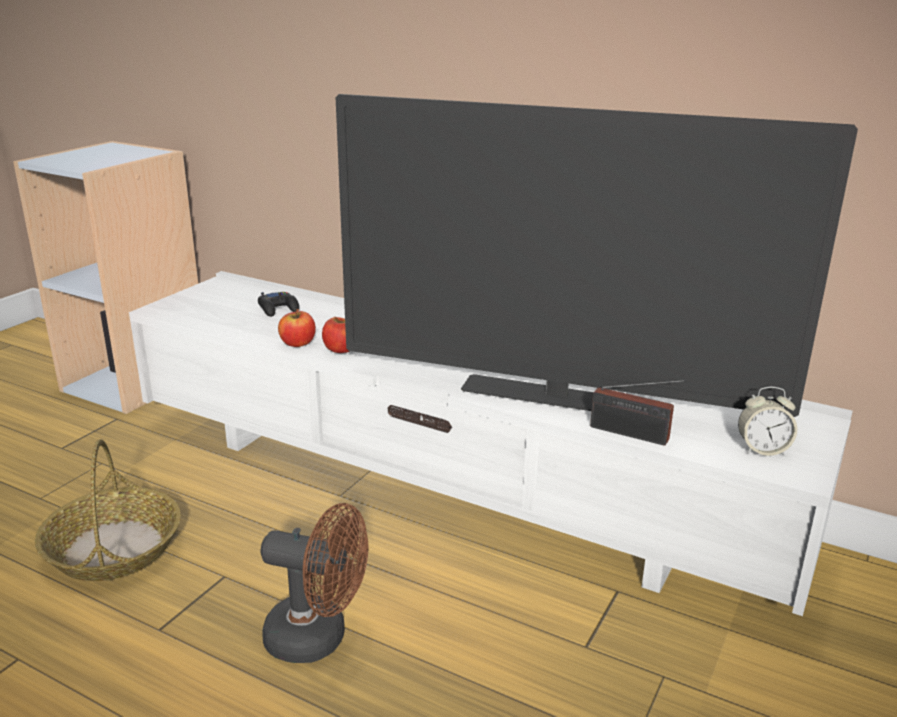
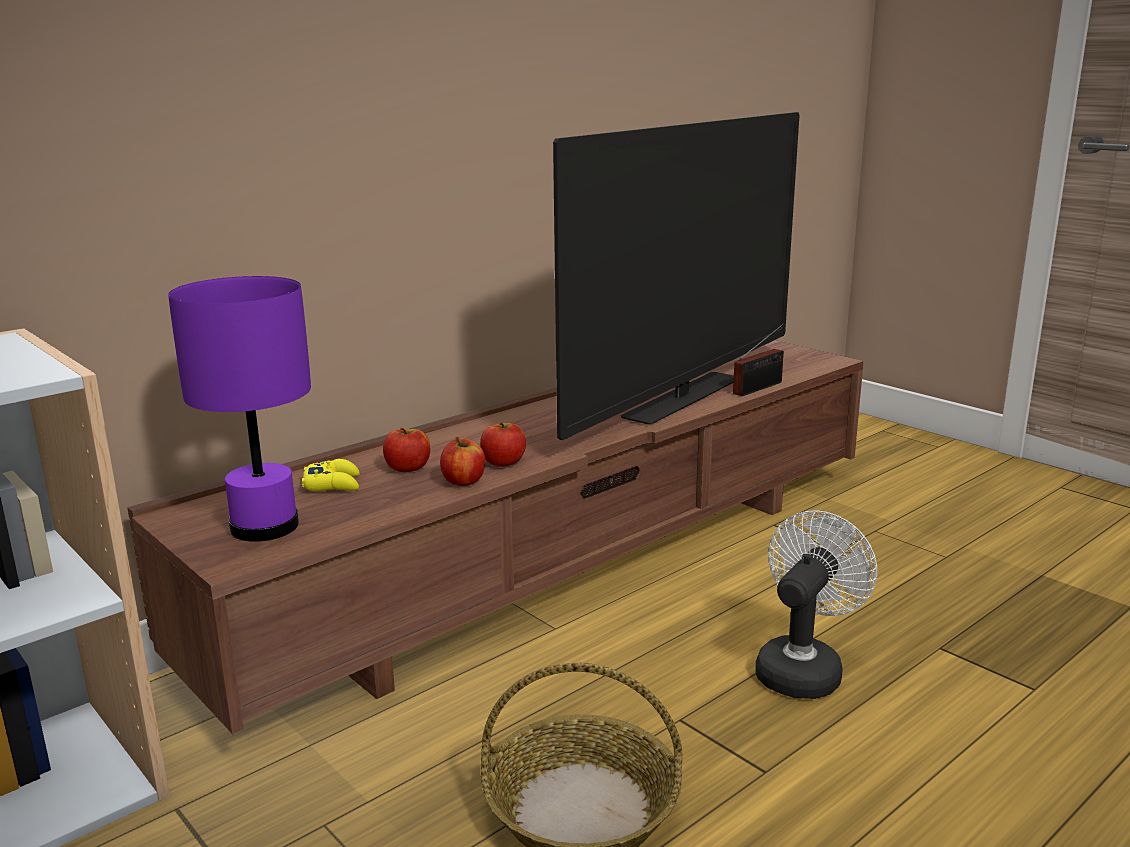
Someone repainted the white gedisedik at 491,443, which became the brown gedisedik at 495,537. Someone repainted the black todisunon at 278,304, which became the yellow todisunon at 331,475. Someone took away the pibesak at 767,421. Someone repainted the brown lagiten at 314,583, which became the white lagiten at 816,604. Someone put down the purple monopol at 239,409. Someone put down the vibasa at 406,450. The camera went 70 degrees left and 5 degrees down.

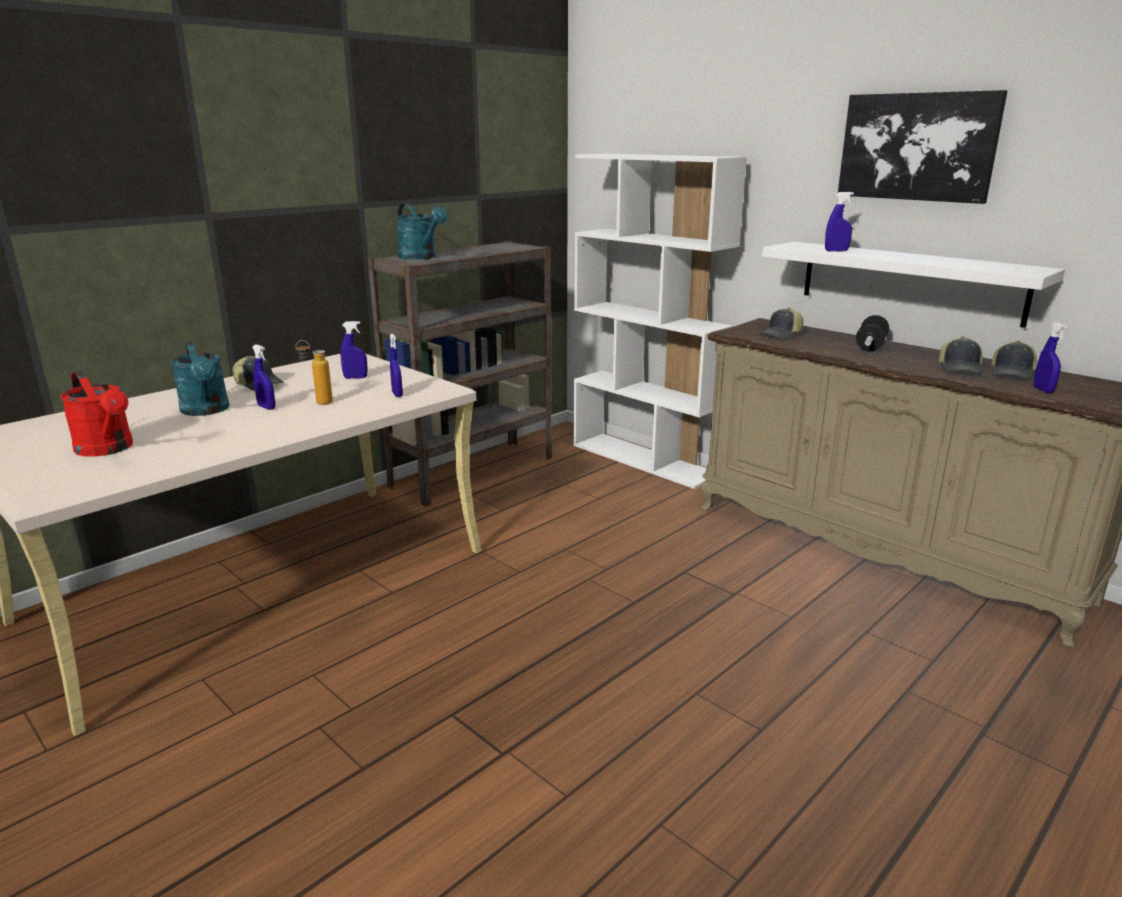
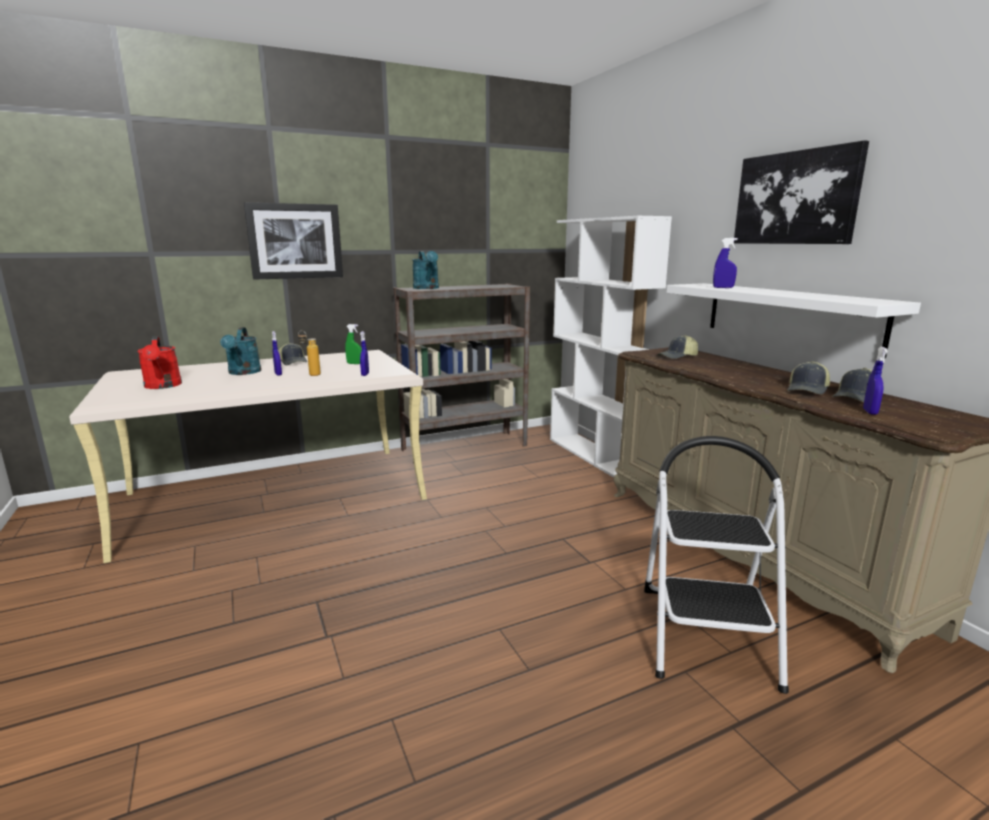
Someone took away the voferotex at 872,333. Someone repainted the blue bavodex at 354,350, which became the green bavodex at 353,344. Someone put up the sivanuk at 293,241. Someone put down the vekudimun at 716,565. The camera went 20 degrees right and 5 degrees down.

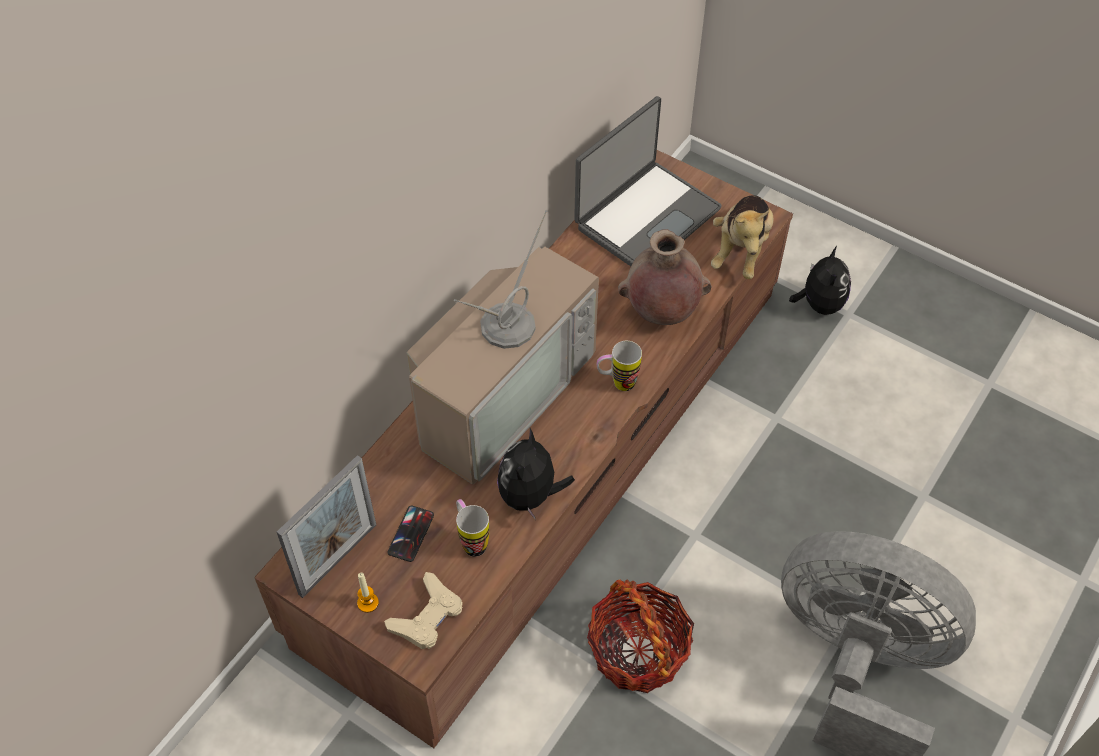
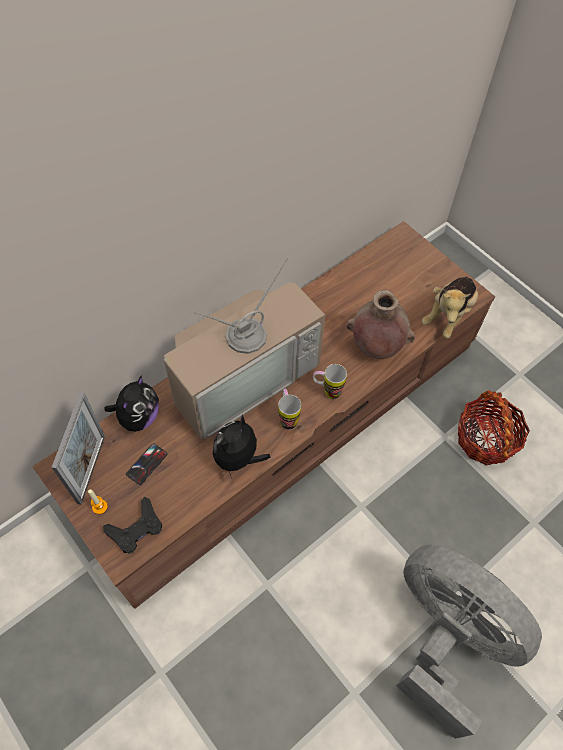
Someone took away the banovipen at 648,181. Someone carried the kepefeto from 820,280 to 131,403. Someone rotated the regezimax at 326,526 by 45 degrees counterclockwise. Someone carried the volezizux from 472,528 to 289,409. Someone repainted the beige todisunon at 423,610, which became the black todisunon at 132,525. Someone carried the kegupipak from 640,636 to 494,427. The camera went 15 degrees right and 5 degrees up.

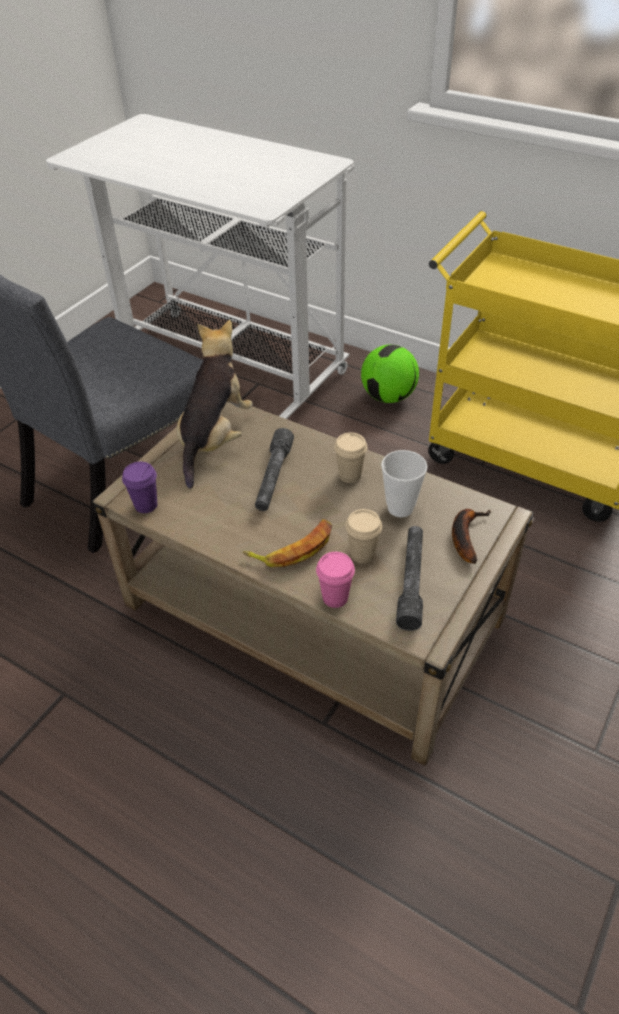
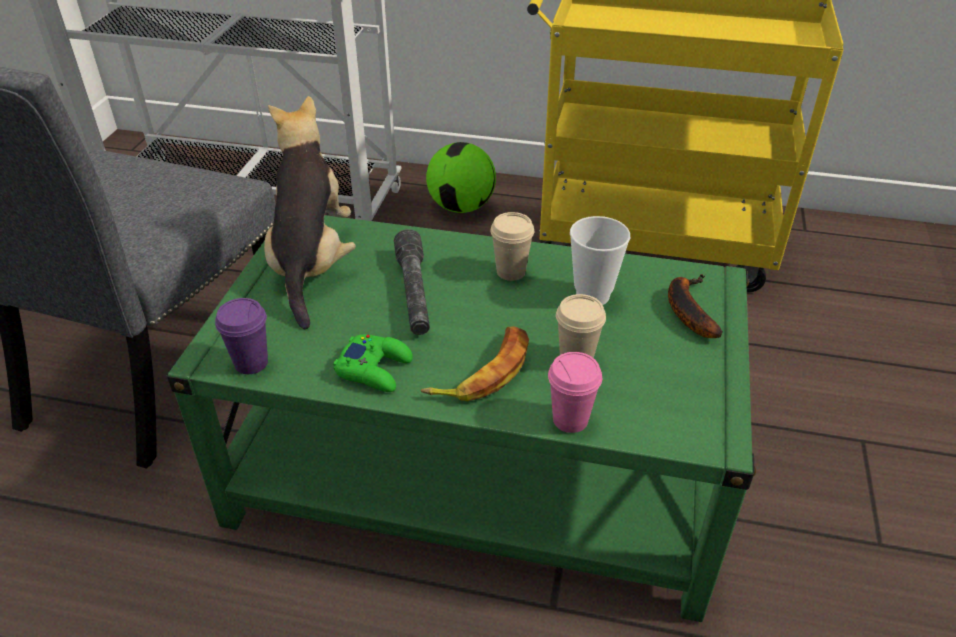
Someone repainted the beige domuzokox at 312,584, which became the green domuzokox at 461,418. Someone took away the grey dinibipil at 409,578. Someone put down the green todisunon at 373,363. The camera went 20 degrees left and 5 degrees down.

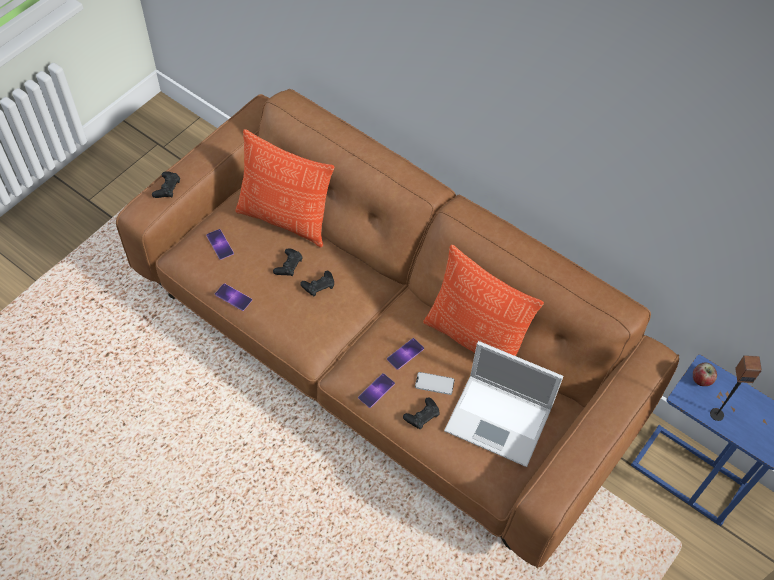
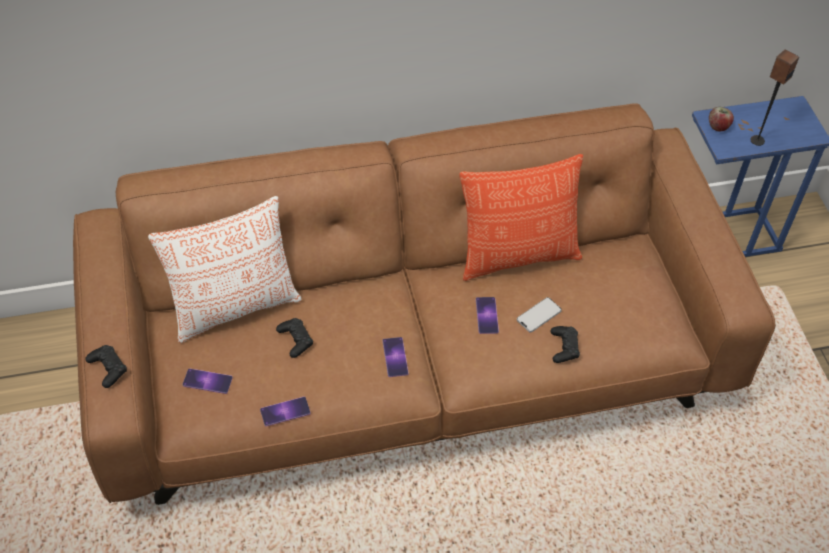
Someone repainted the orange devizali at 284,188, which became the white devizali at 224,269. Someone took away the black todisunon at 317,284. Someone took away the banovipen at 504,404. Someone carried the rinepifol from 376,390 to 395,357. The camera went 50 degrees left and 5 degrees down.

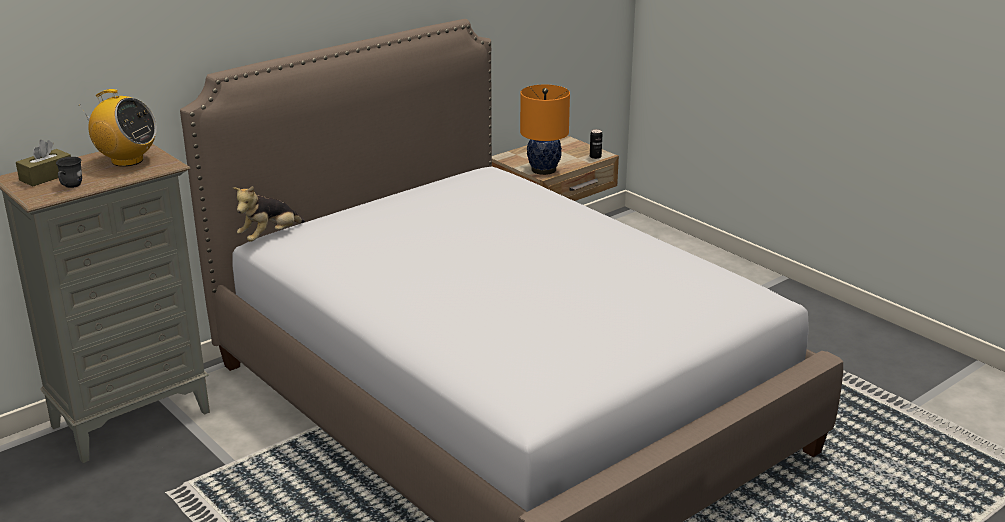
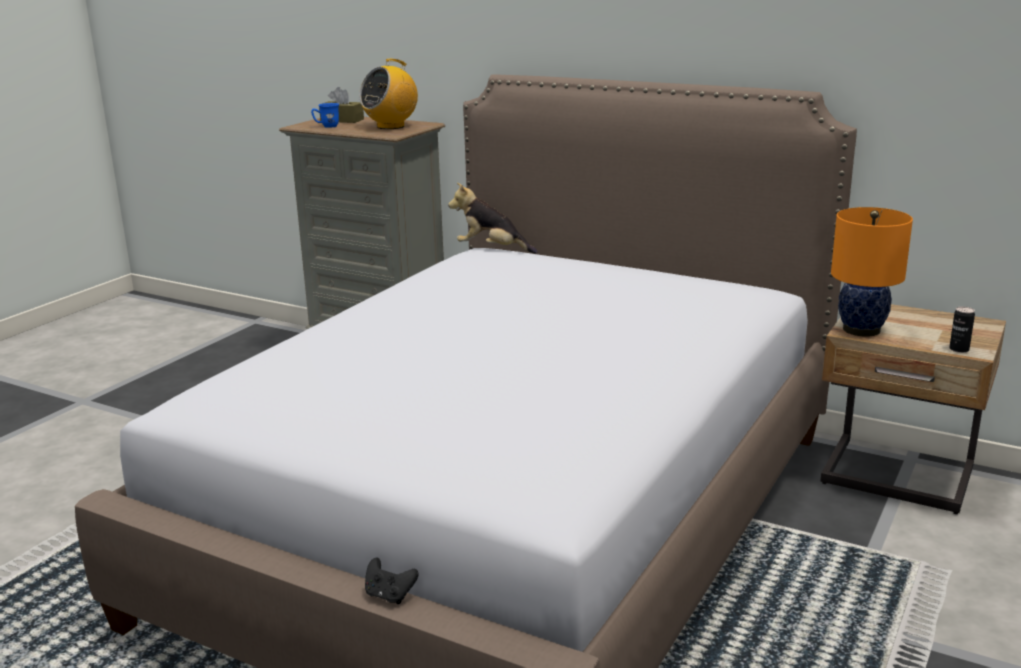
Someone rotated the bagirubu at 118,128 by 45 degrees clockwise. Someone repainted the grey volezizux at 69,172, which became the blue volezizux at 325,115. Someone put down the black todisunon at 392,580. The camera went 70 degrees right and 5 degrees down.

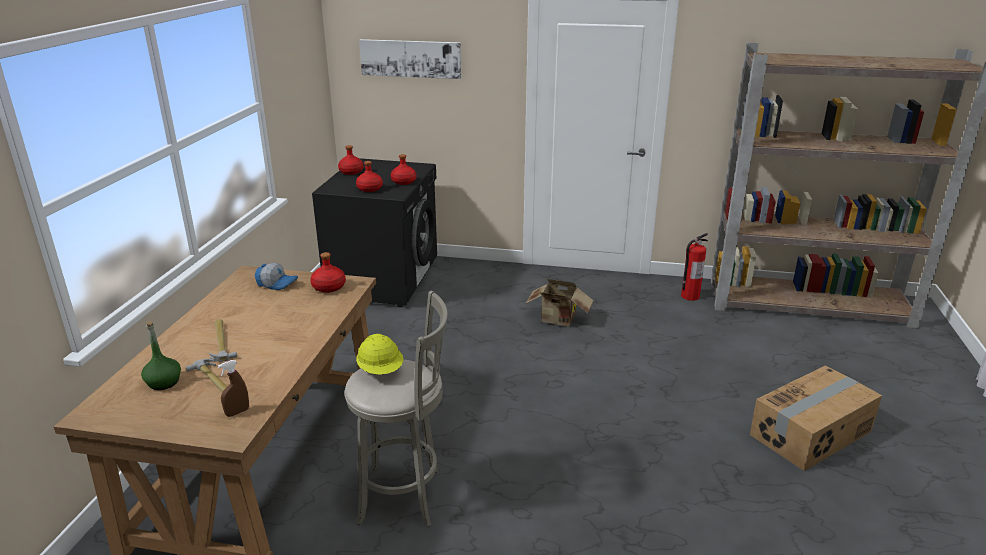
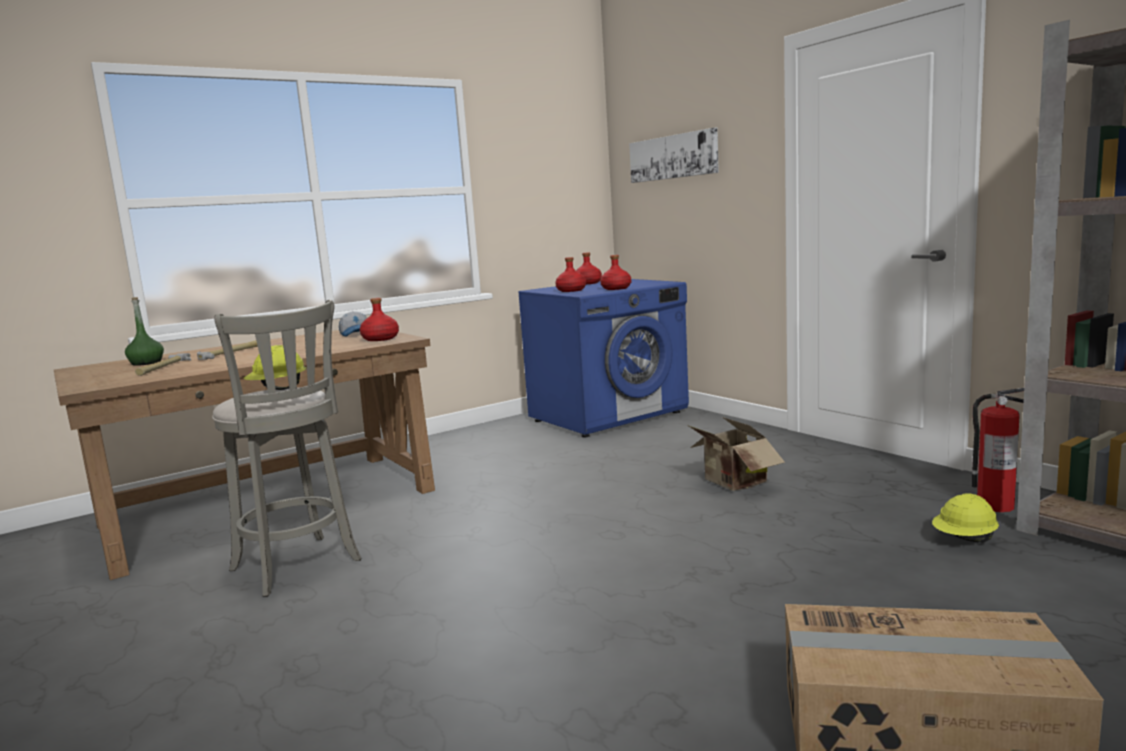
Someone repainted the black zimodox at 374,232, which became the blue zimodox at 604,358. Someone took away the brown bavodex at 233,388. Someone put down the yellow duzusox at 965,517. The camera went 45 degrees right and 15 degrees down.

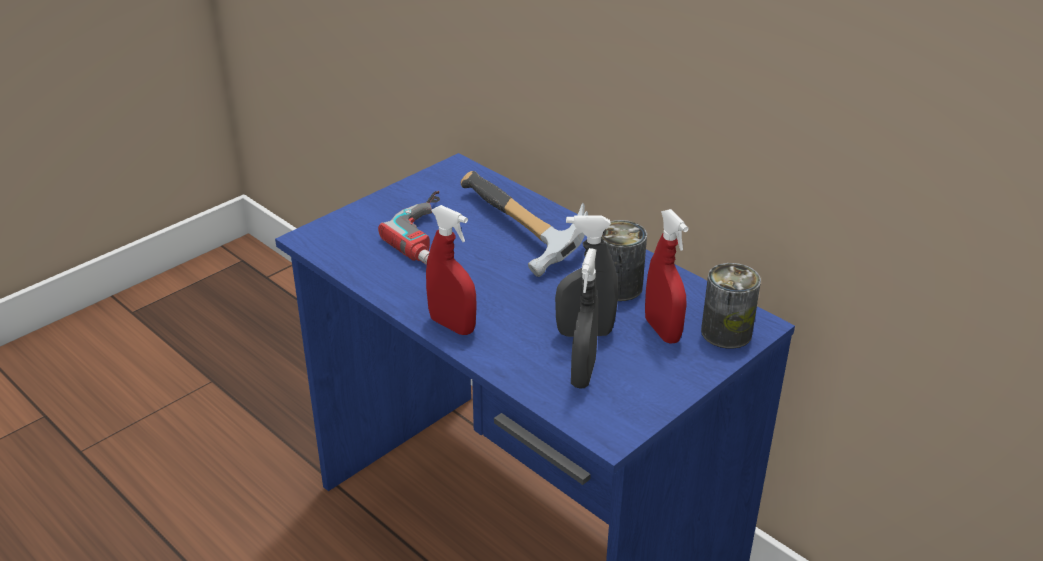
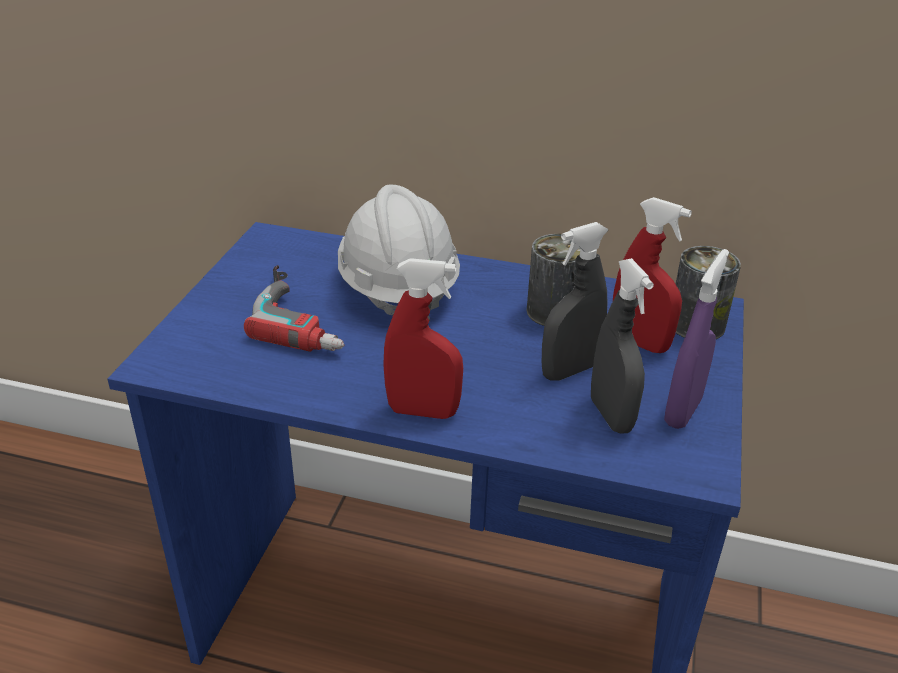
Someone swapped the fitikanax at 524,224 for the white duzusox at 399,253. Someone put down the purple bavodex at 696,339. The camera went 30 degrees left and 0 degrees up.

